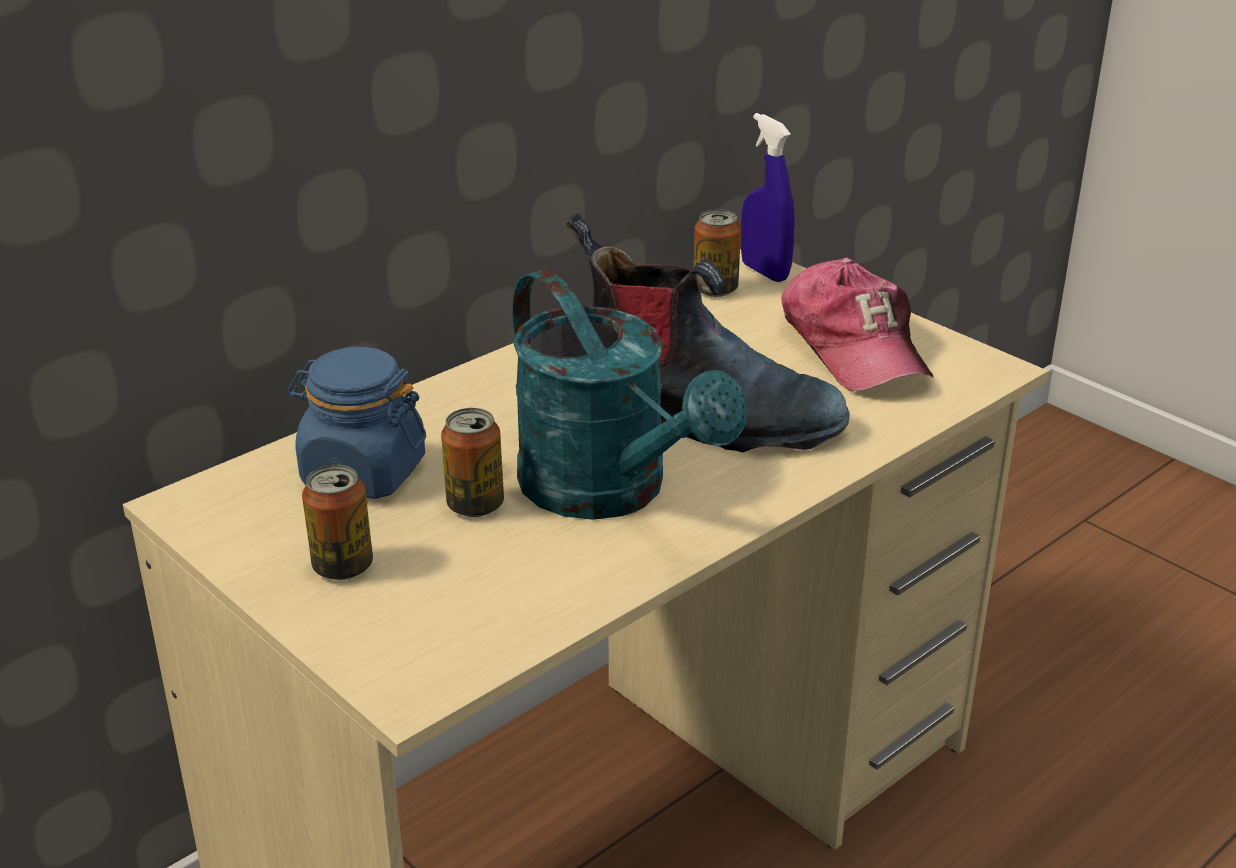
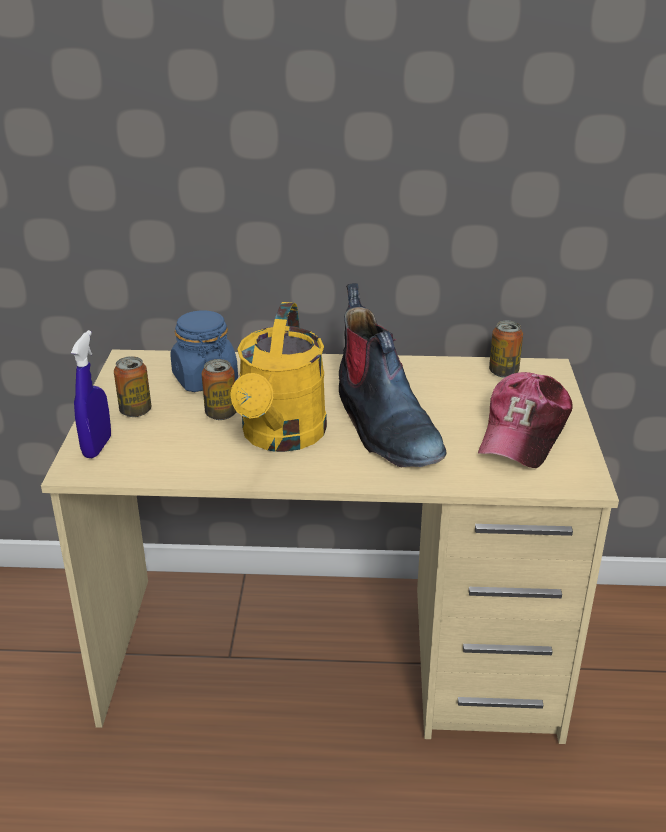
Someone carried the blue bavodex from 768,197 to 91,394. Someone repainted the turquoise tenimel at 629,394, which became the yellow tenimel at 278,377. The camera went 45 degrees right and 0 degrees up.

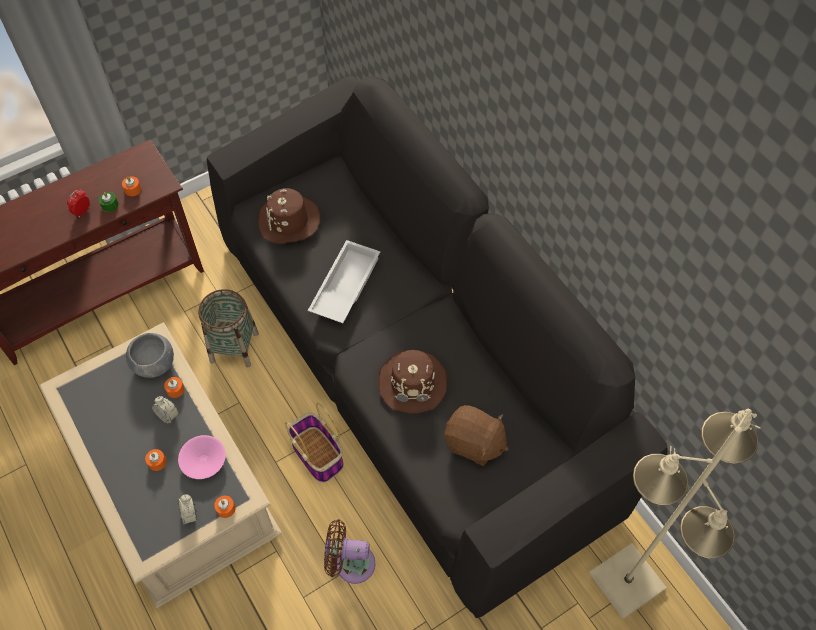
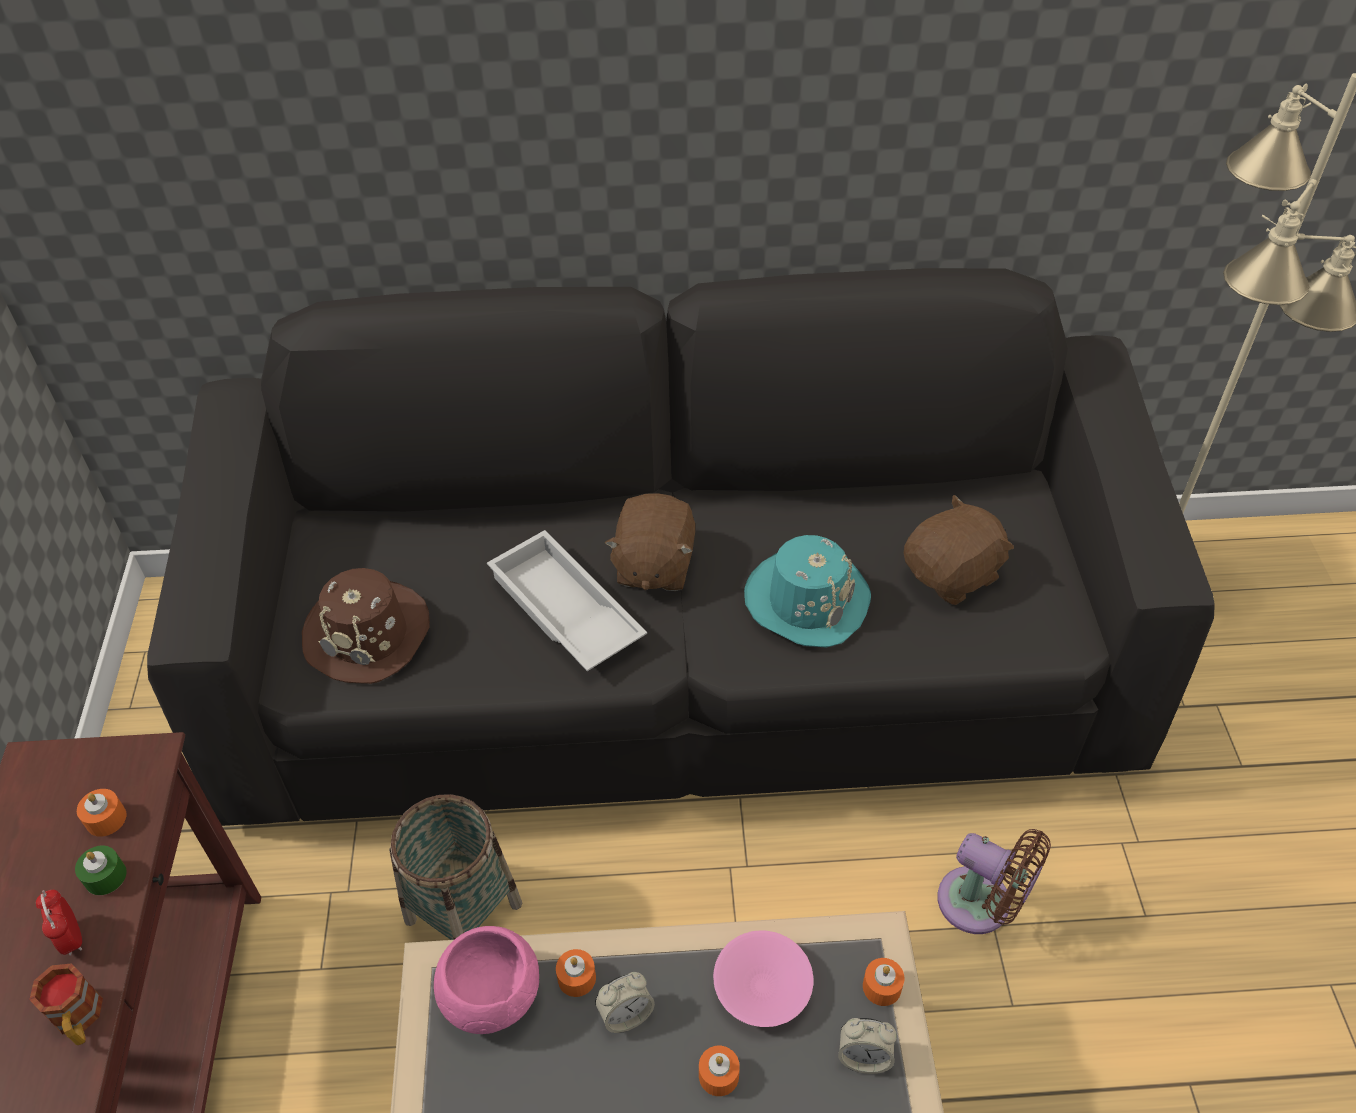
Someone repainted the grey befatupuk at 150,355, which became the pink befatupuk at 486,980. Someone repainted the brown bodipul at 412,382, which became the turquoise bodipul at 807,591. Someone took away the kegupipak at 314,443. Someone rotated the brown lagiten at 350,552 by 90 degrees counterclockwise. Someone put down the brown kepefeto at 650,542. Someone put down the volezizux at 66,1004. The camera went 60 degrees left and 10 degrees down.

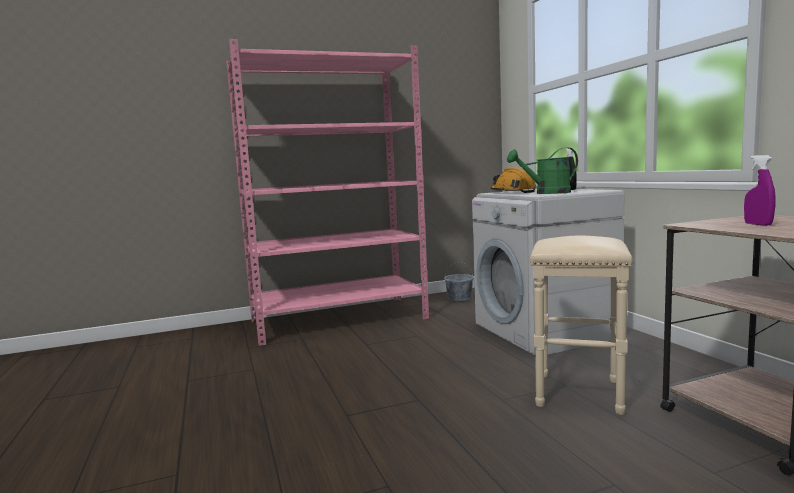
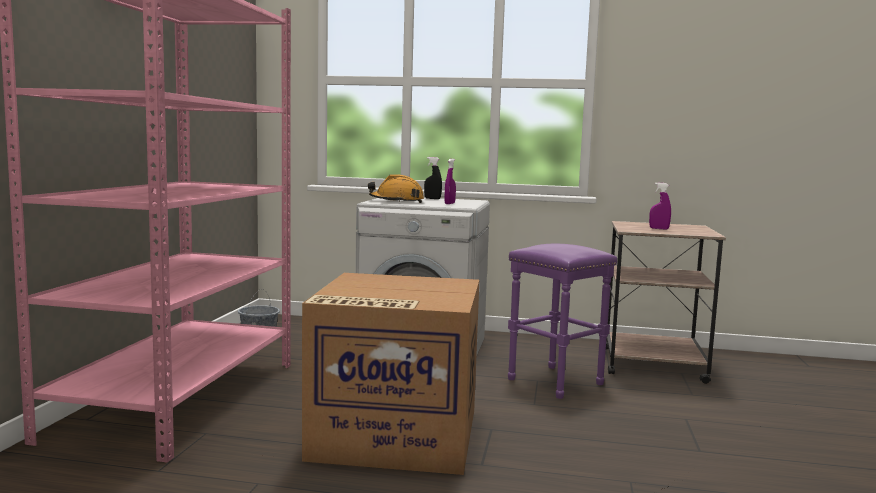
Someone swapped the green tenimel at 542,170 for the purple bavodex at 450,181. Someone repainted the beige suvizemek at 581,325, which became the purple suvizemek at 562,321. Someone put down the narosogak at 390,374. The camera went 60 degrees left and 0 degrees up.

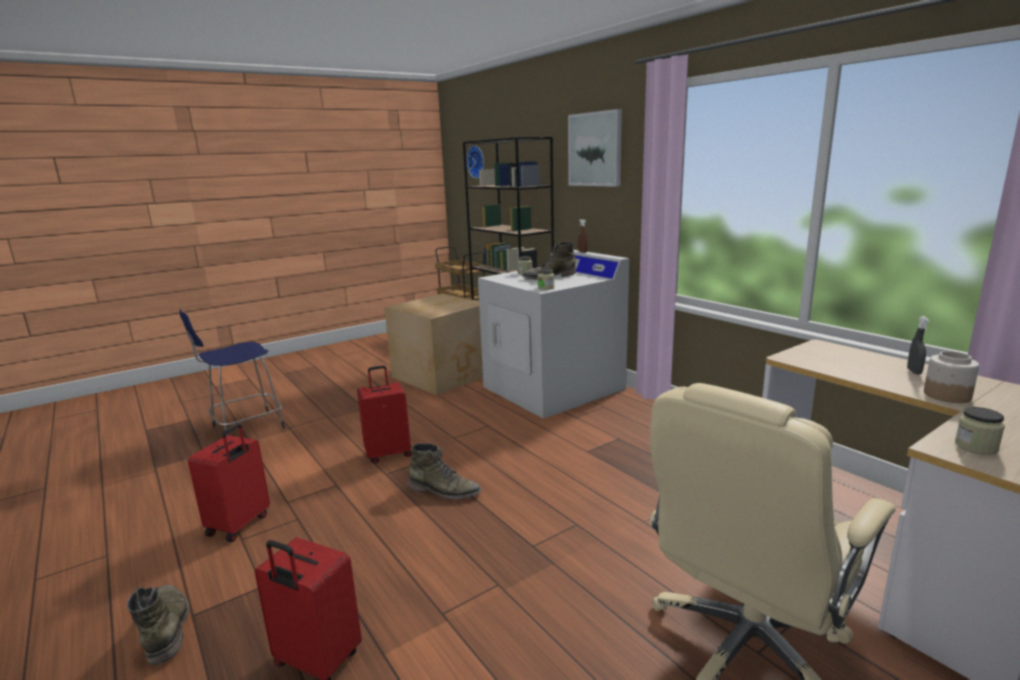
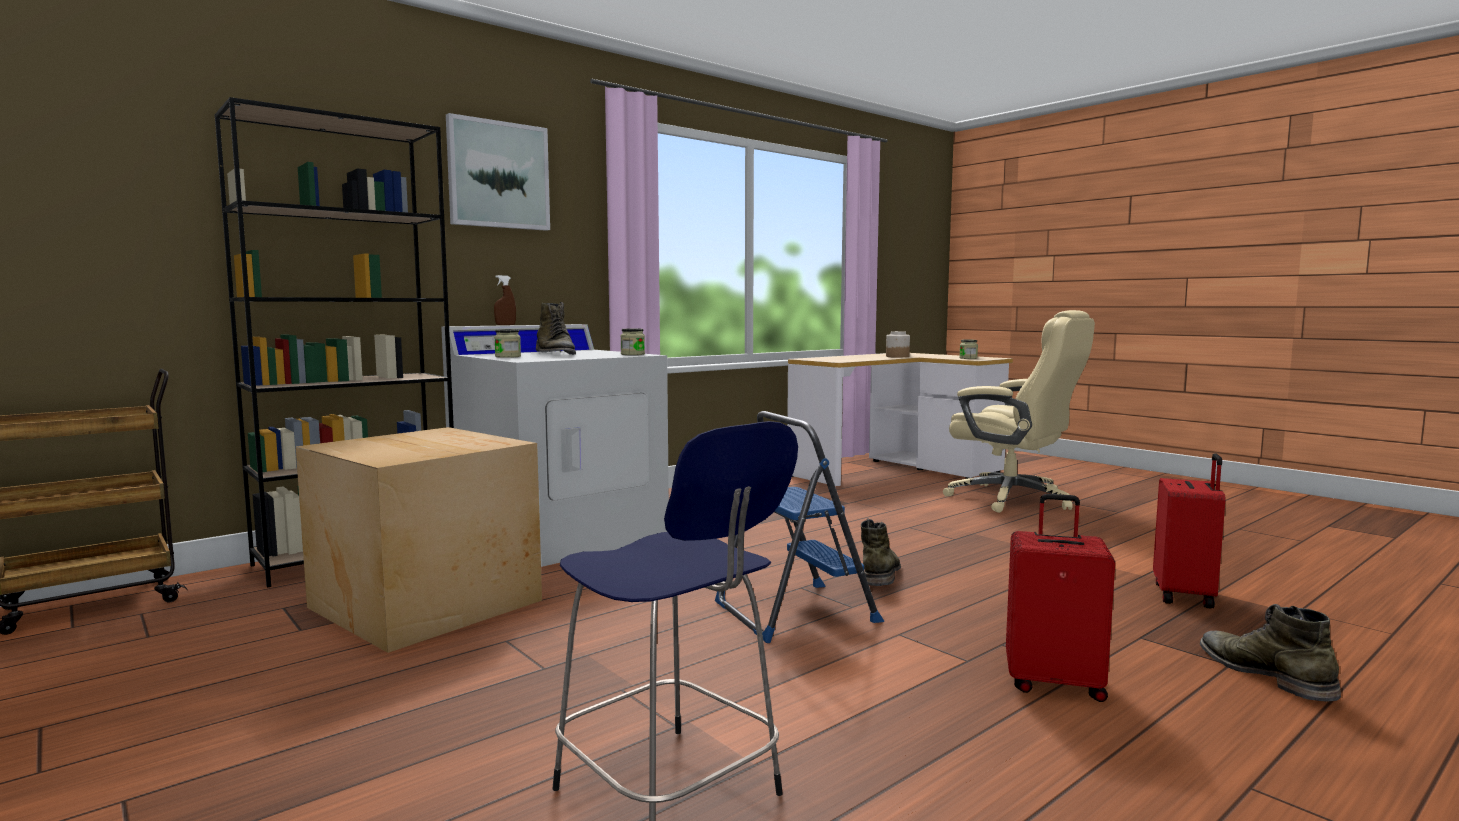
Someone took away the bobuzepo at 475,162. Someone took away the grey bavodex at 918,345. Someone swapped the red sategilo at 384,414 for the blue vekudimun at 799,527. Someone rotated the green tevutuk at 158,625 by 105 degrees clockwise. The camera went 95 degrees left and 10 degrees down.

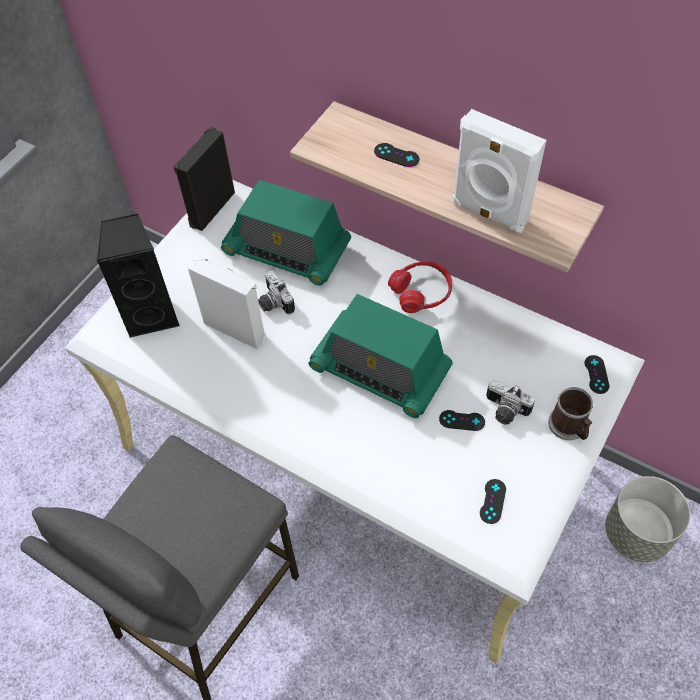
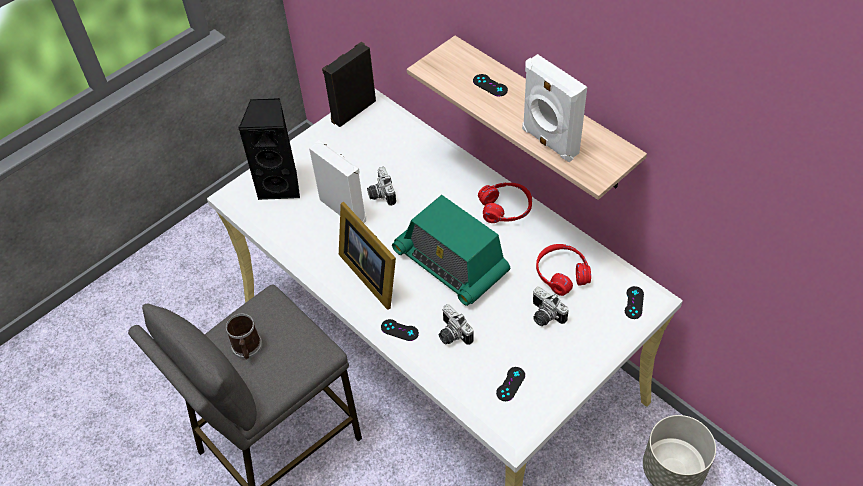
Someone took away the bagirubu at 286,233. Someone carried the volezizux from 570,413 to 243,336. Someone carried the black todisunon from 462,420 to 400,330. Someone put down the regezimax at 367,256. Someone put down the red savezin at 563,270. Someone put down the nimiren at 456,324. The camera went 15 degrees right and 5 degrees down.

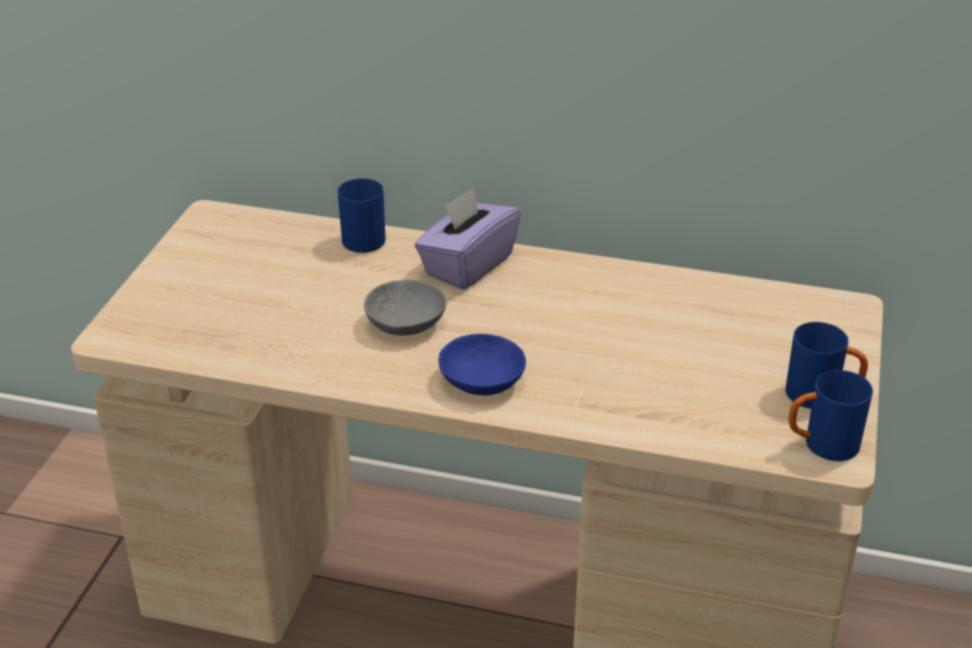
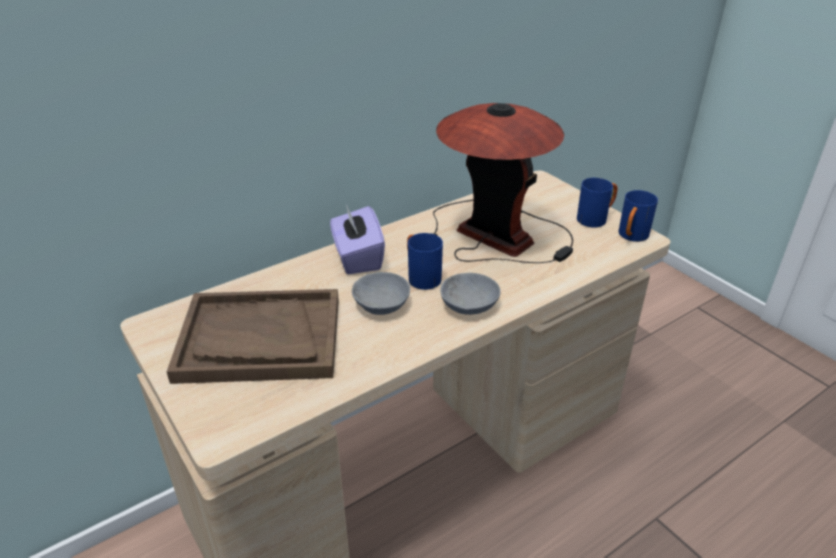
Someone carried the blue volezizux from 362,215 to 425,261. Someone repainted the blue befatupuk at 482,364, which became the grey befatupuk at 470,294. Someone put down the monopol at 502,183. Someone put down the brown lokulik at 253,336. The camera went 50 degrees left and 0 degrees up.

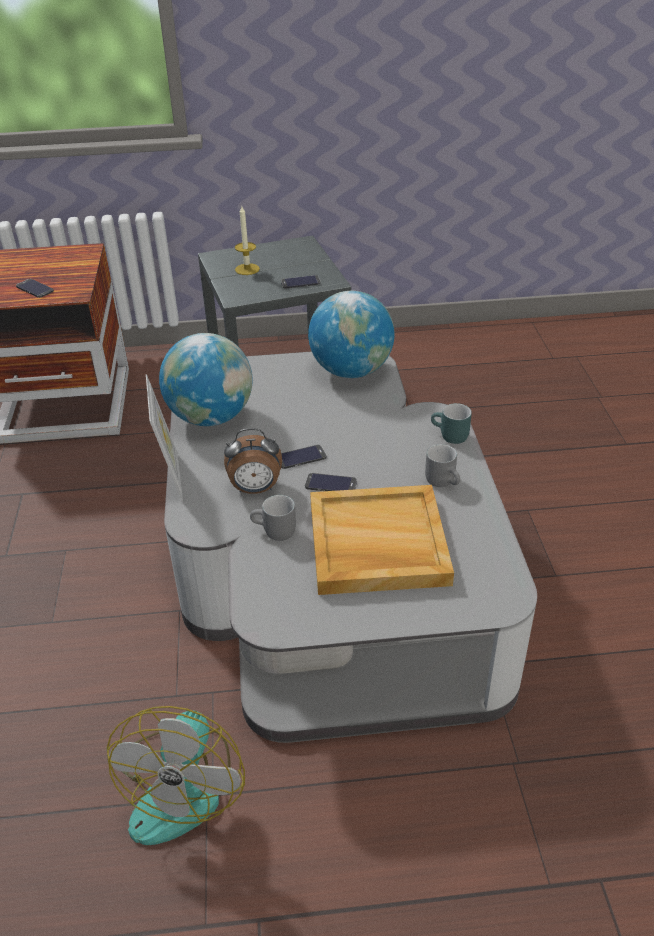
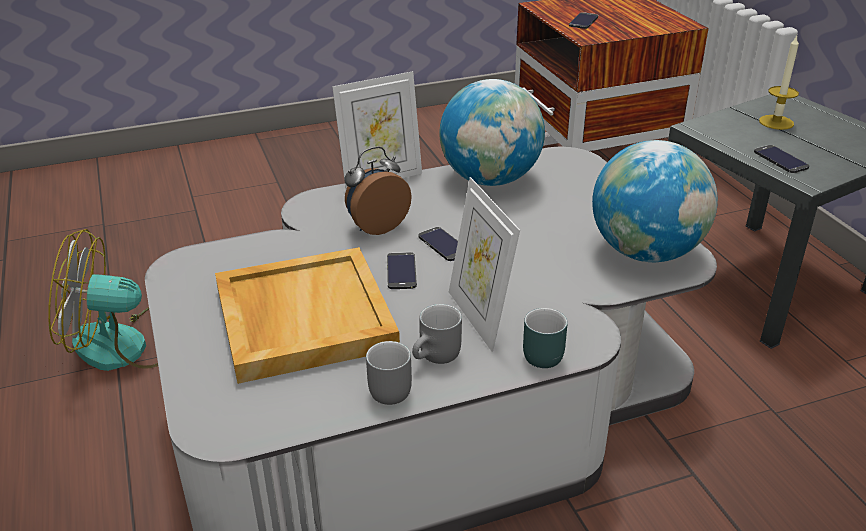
Someone rotated the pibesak at 253,461 by 75 degrees clockwise. Someone carried the grey volezizux from 273,518 to 389,373. Someone put down the regezimax at 484,264. The camera went 75 degrees right and 5 degrees down.

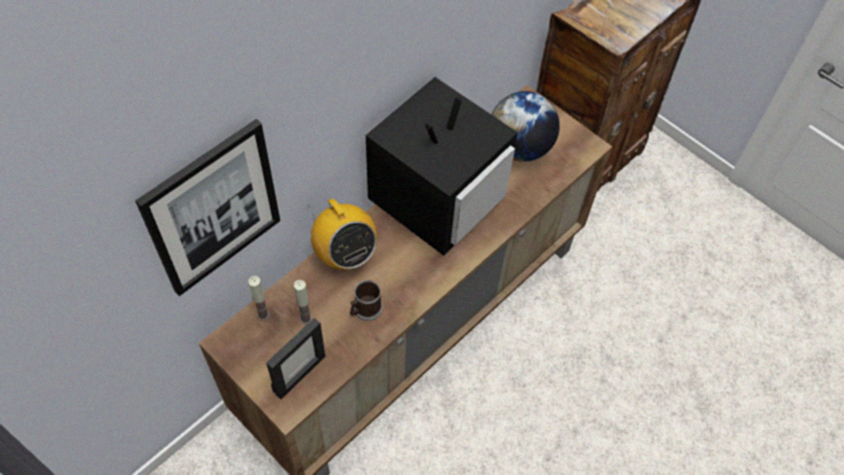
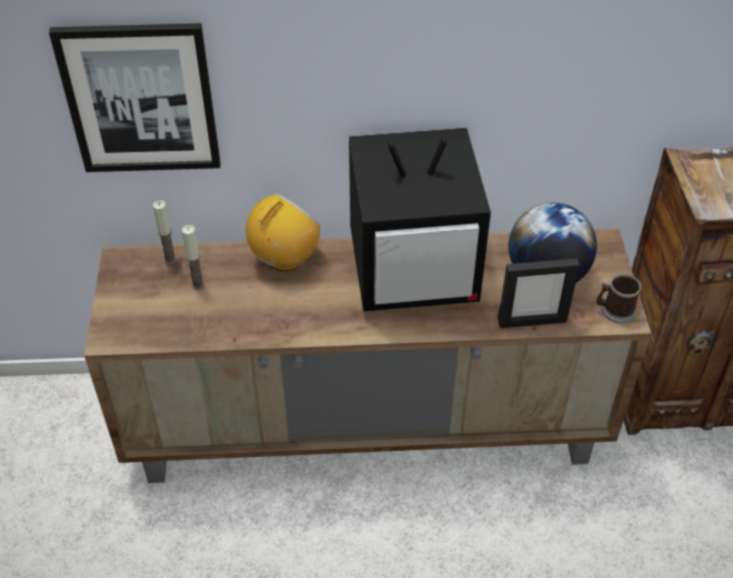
Someone rotated the bagirubu at 343,234 by 150 degrees counterclockwise. Someone carried the volezizux from 366,300 to 618,299. Someone carried the regezimax from 295,358 to 538,293. The camera went 45 degrees right and 10 degrees down.

